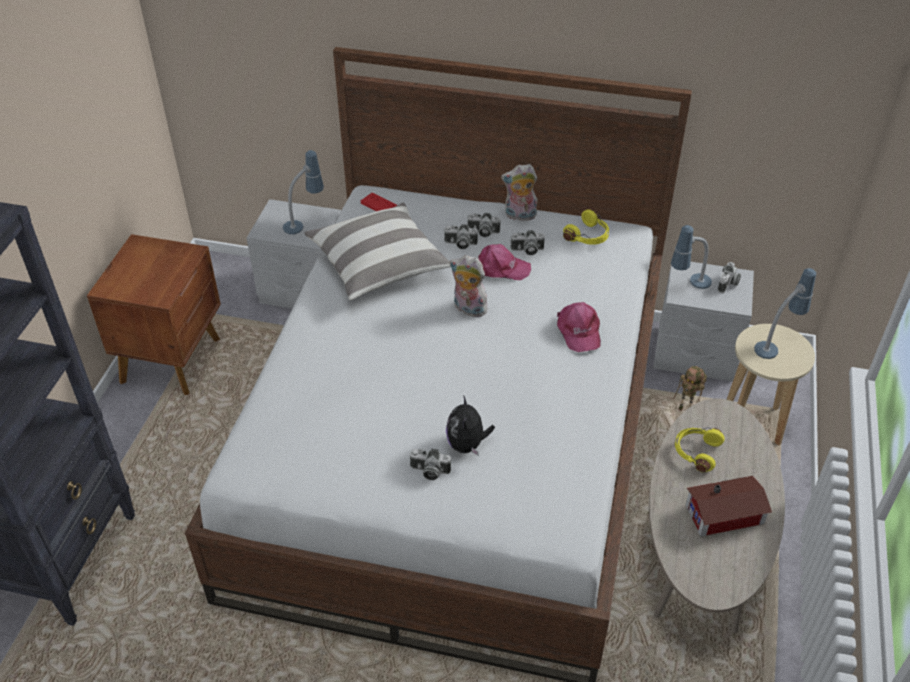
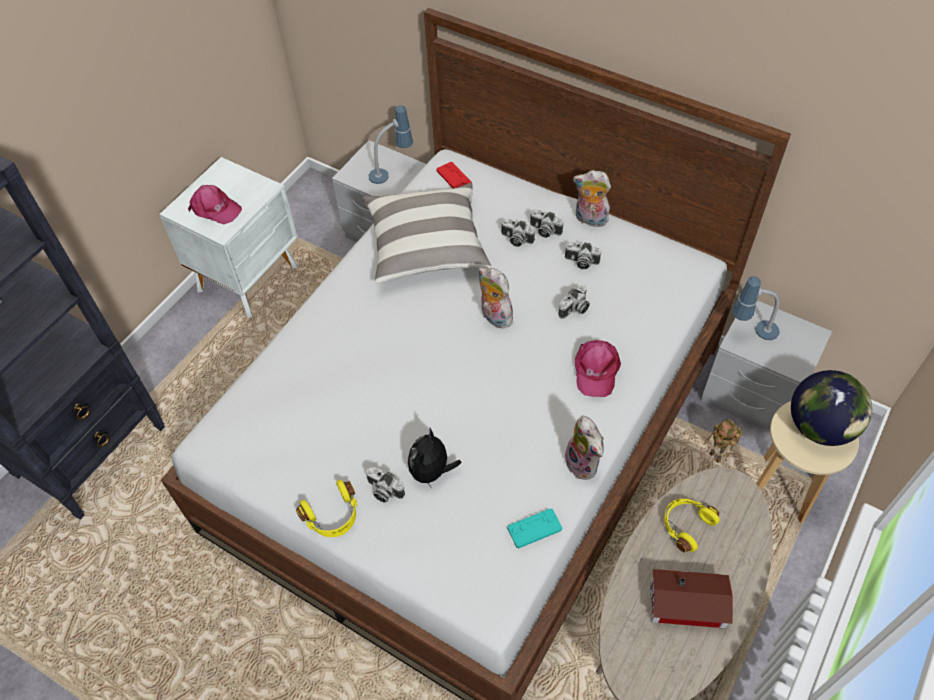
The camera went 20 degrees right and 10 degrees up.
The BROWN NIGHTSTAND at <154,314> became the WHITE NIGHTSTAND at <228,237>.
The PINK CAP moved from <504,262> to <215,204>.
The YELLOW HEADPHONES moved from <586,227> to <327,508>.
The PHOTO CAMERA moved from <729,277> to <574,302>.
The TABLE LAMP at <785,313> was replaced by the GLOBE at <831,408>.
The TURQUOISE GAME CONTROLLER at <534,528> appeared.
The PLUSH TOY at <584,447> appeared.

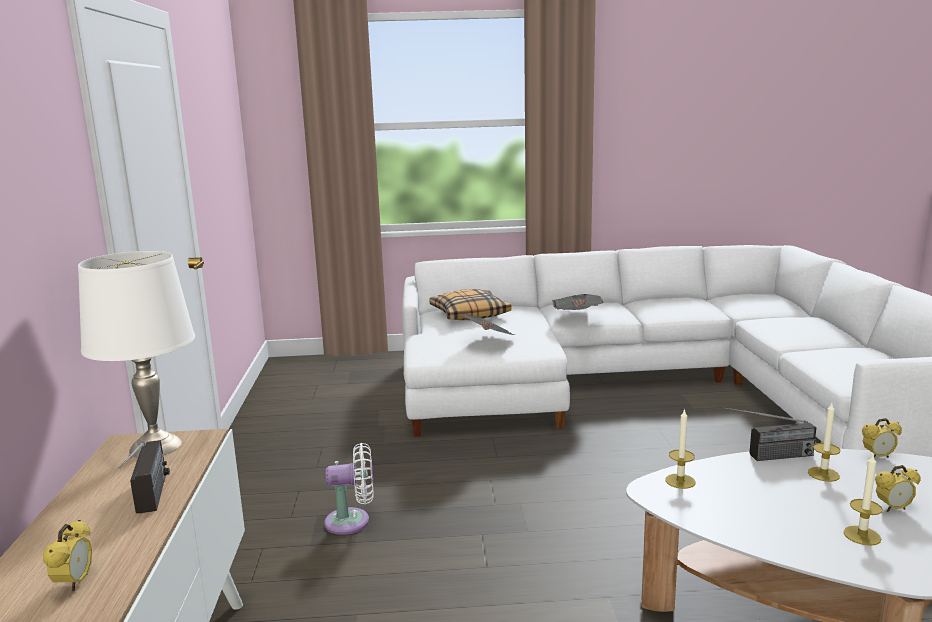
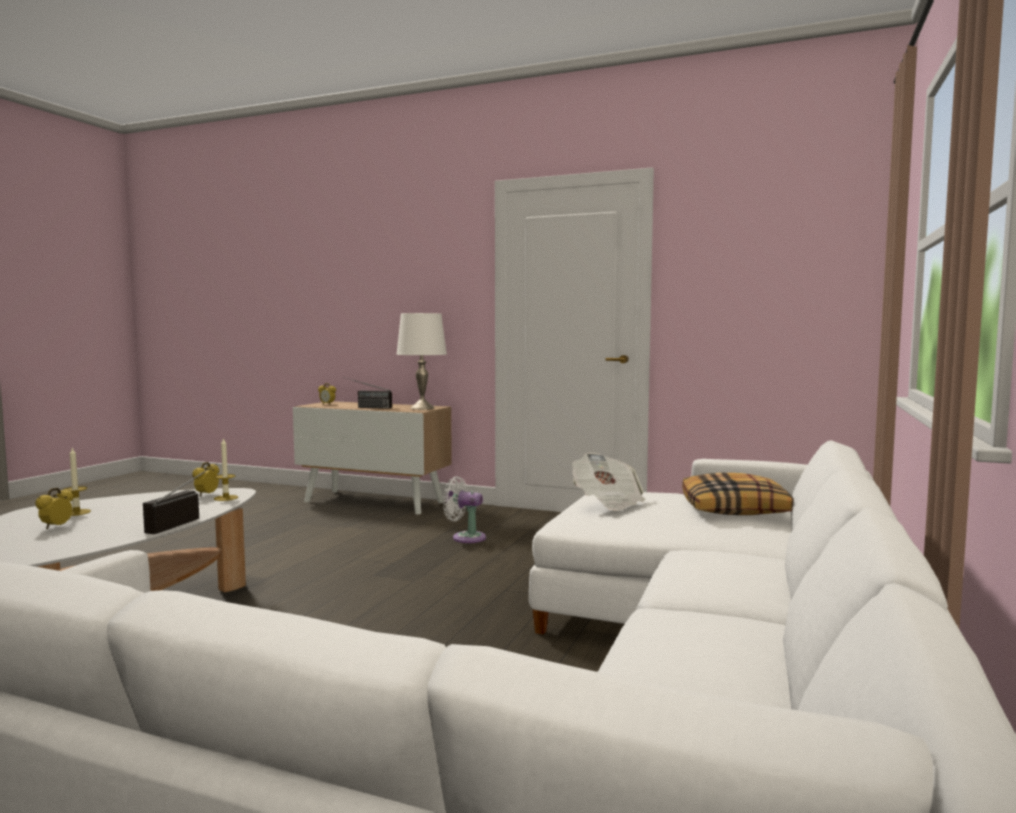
The camera went 115 degrees right and 10 degrees down.
The WHITE FAN at <349,489> turned 90 degrees clockwise.
The NEWSPAPER at <578,302> disappeared.
The CANDLE at <824,442> disappeared.
The ALARM CLOCK moved from <882,438> to <205,479>.

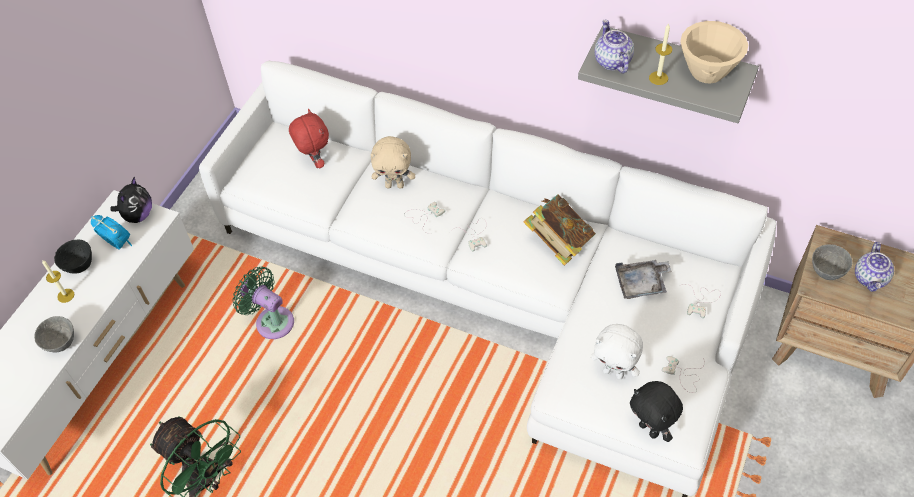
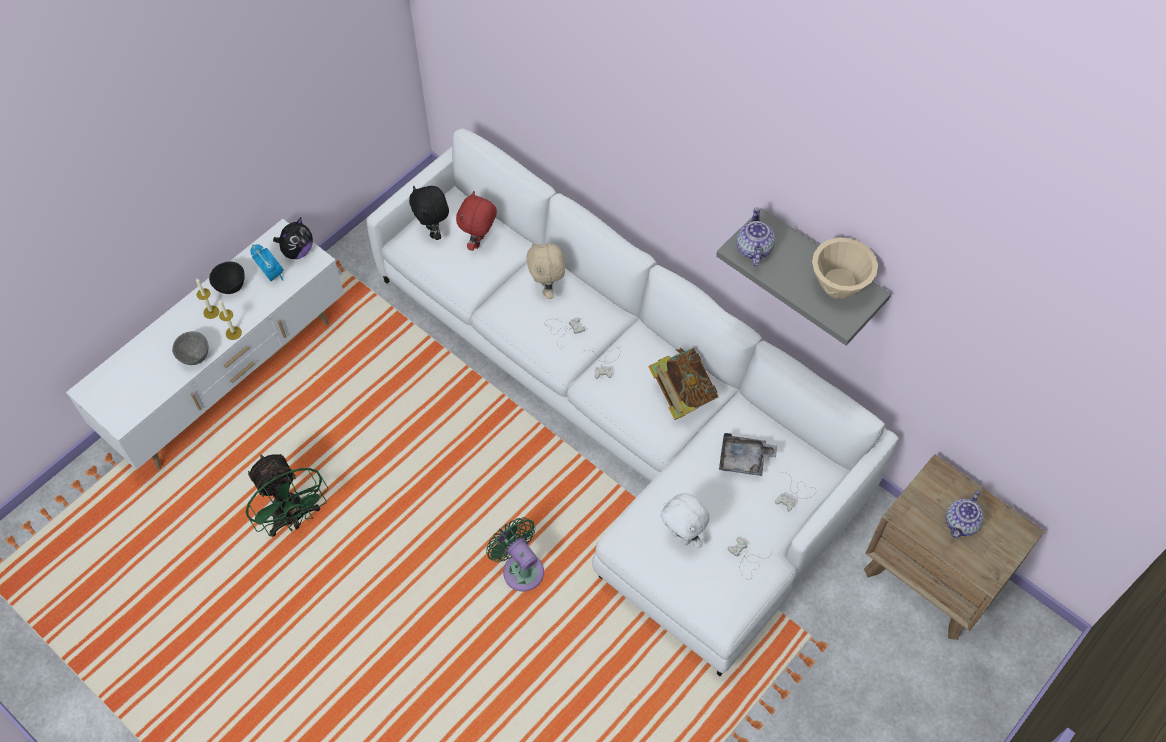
The camera went 15 degrees right and 5 degrees up.
The GREEN FAN moved from <263,303> to <515,554>.
The RED PLUSH TOY at <309,138> turned 150 degrees counterclockwise.
The BEIGE PLUSH TOY at <392,162> turned 60 degrees clockwise.
The BLACK PLUSH TOY moved from <656,411> to <429,213>.
The CANDLE moved from <660,54> to <230,320>.
The GREY BOWL at <832,262> disappeared.

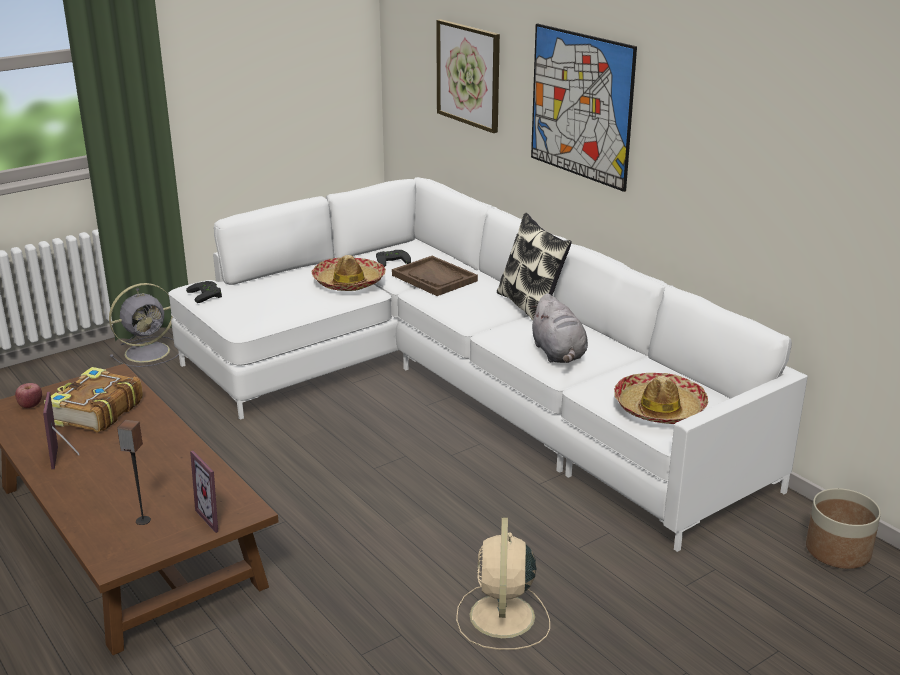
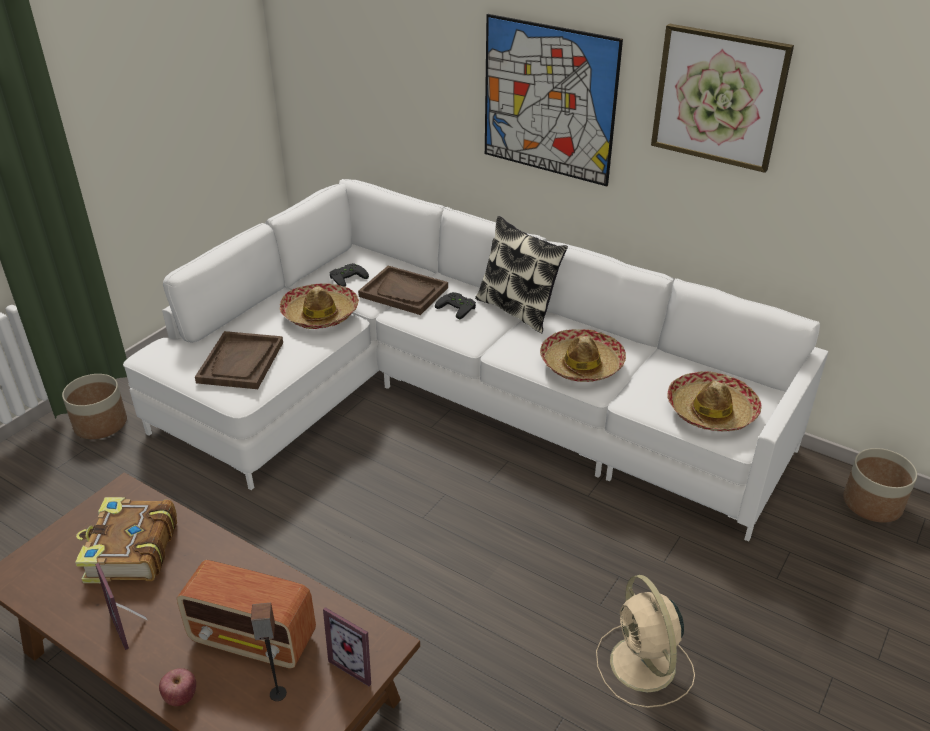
The camera went 20 degrees left and 10 degrees up.
The APPLE moved from <28,395> to <177,687>.
The GREY FAN at <144,325> was replaced by the PLANTER at <94,406>.
The BLACK GAME CONTROLLER moved from <204,292> to <455,305>.
The PICTURE moved from <468,76> to <722,98>.
The GREY PLUSH TOY at <559,328> was replaced by the HAT at <583,355>.
The RADIO at <246,614> appeared.
The BROWN TRAY at <239,360> appeared.

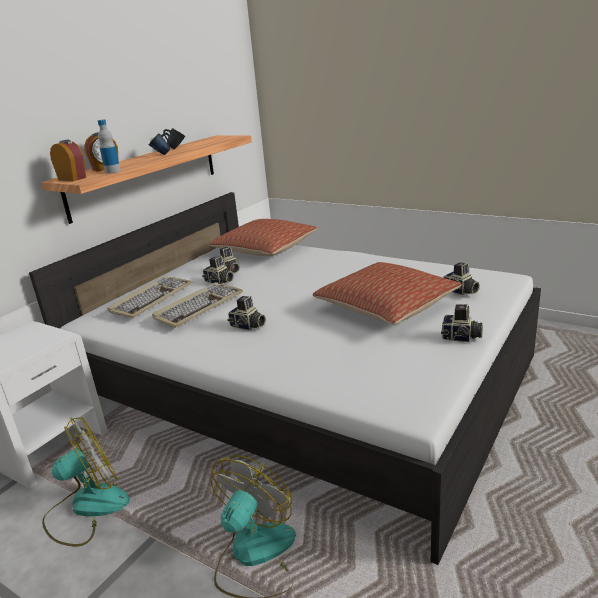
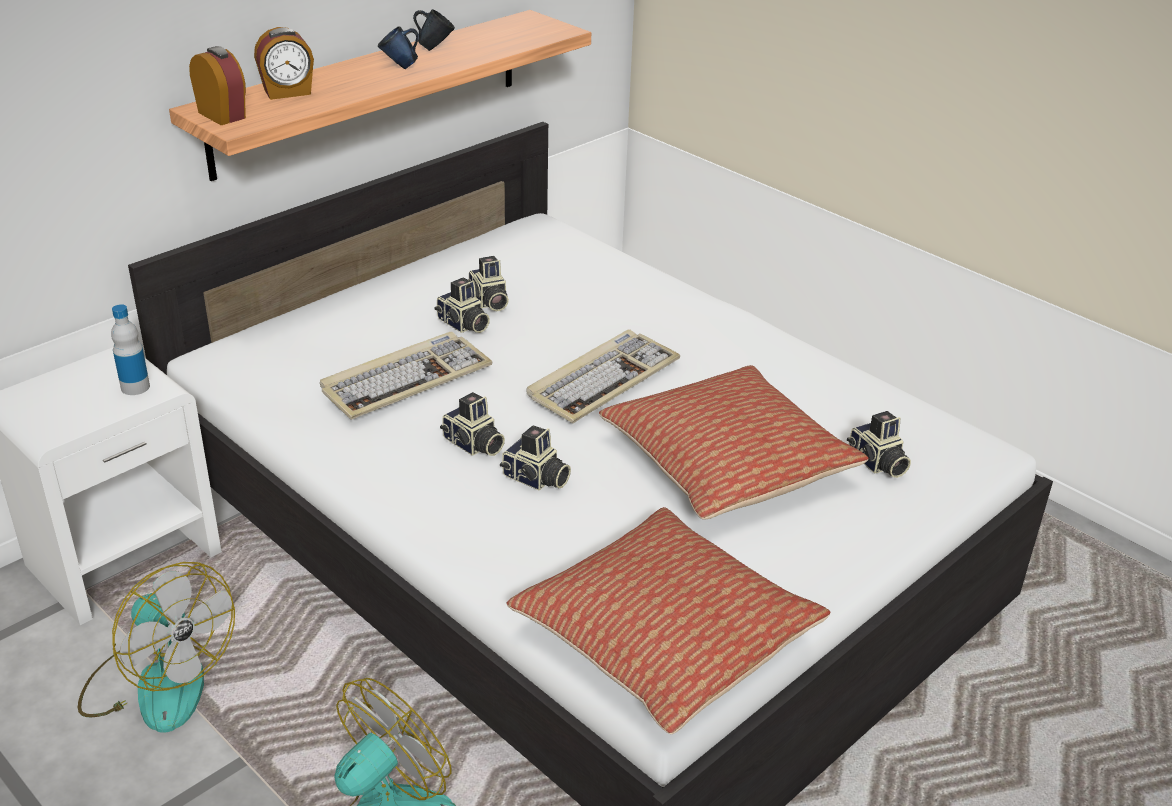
The camera went 10 degrees right and 10 degrees up.
The FAN at <86,481> turned 60 degrees clockwise.
The BOTTLE moved from <109,147> to <130,349>.
The KEYBOARD moved from <149,297> to <603,376>.
The PILLOW moved from <263,237> to <669,620>.
The PHOTO CAMERA moved from <462,322> to <535,457>.

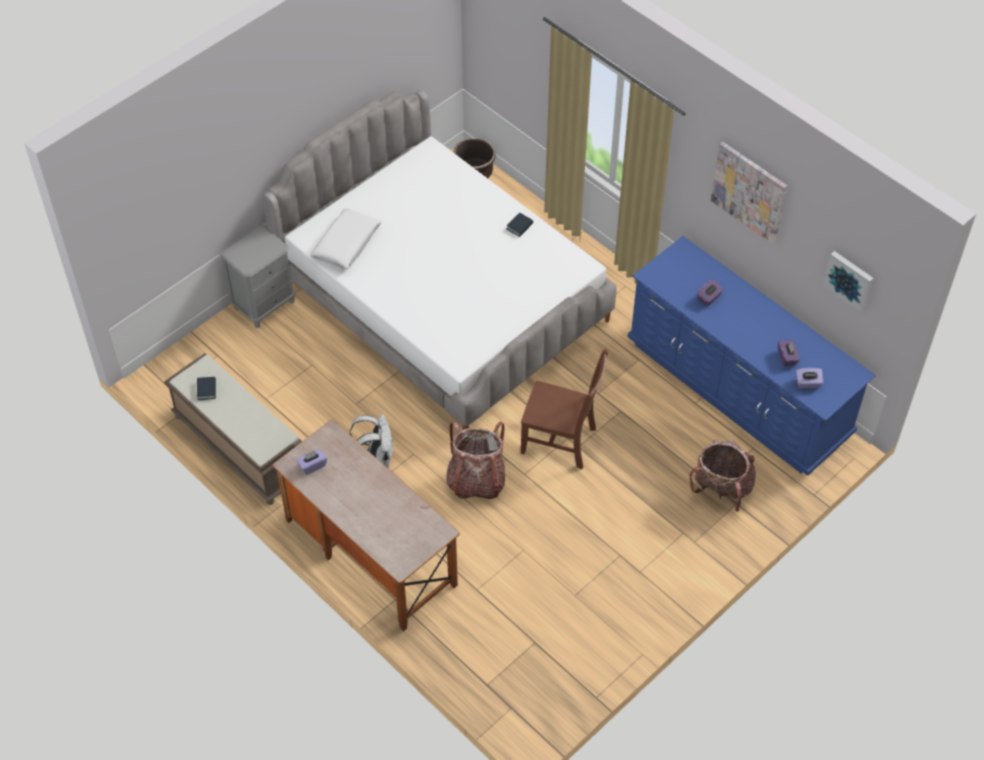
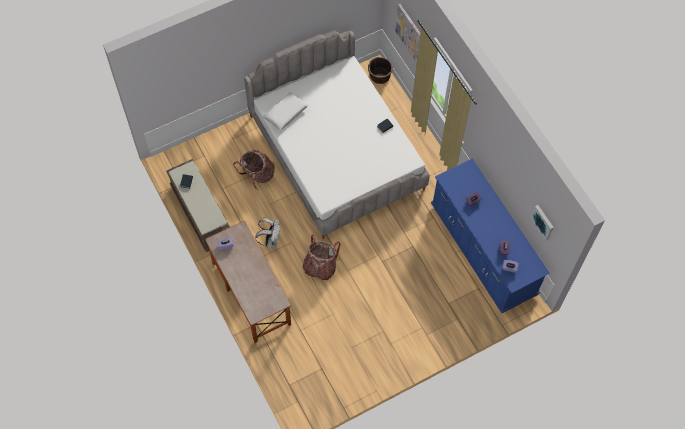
The camera went 15 degrees right and 10 degrees up.
The GREY NIGHTSTAND at <257,276> disappeared.
The BROWN CHAIR at <564,409> disappeared.
The BACKPACK moved from <722,476> to <254,169>.
The PICTURE moved from <749,193> to <407,33>.

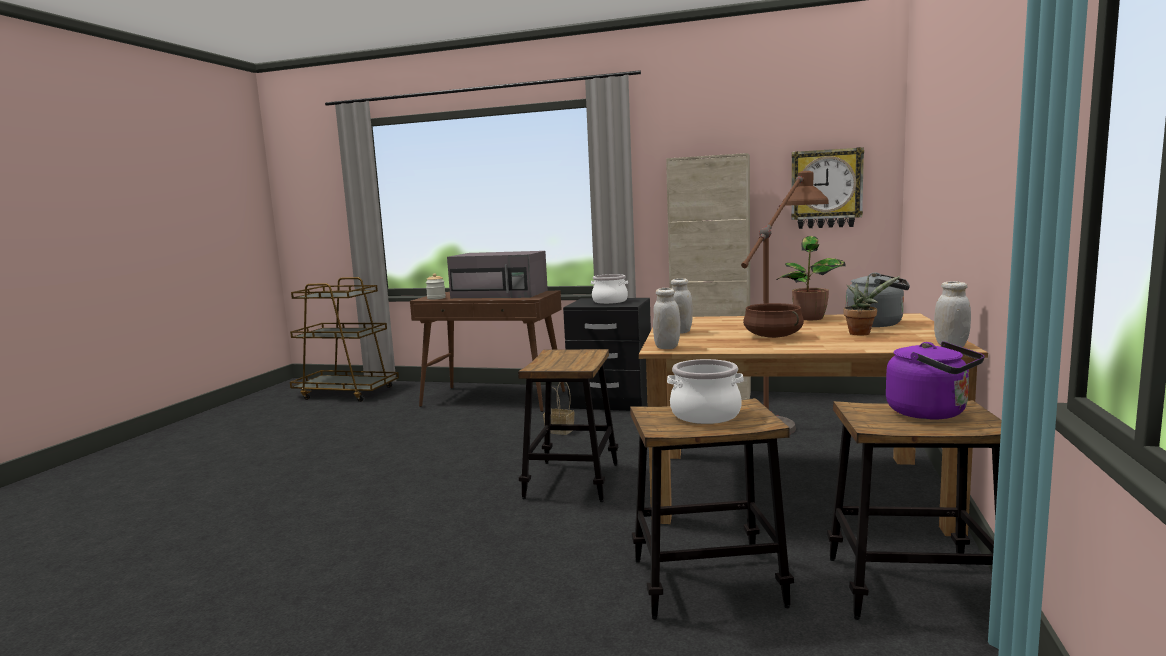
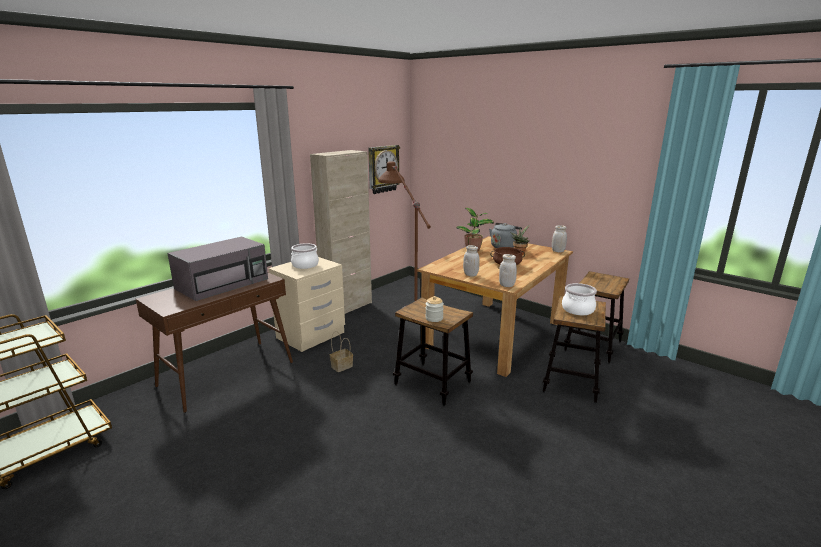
The camera went 65 degrees left and 10 degrees up.
The JAR moved from <436,286> to <434,309>.
The BLACK NIGHTSTAND at <607,354> became the BEIGE NIGHTSTAND at <306,304>.
The PURPLE KETTLE at <935,380> disappeared.

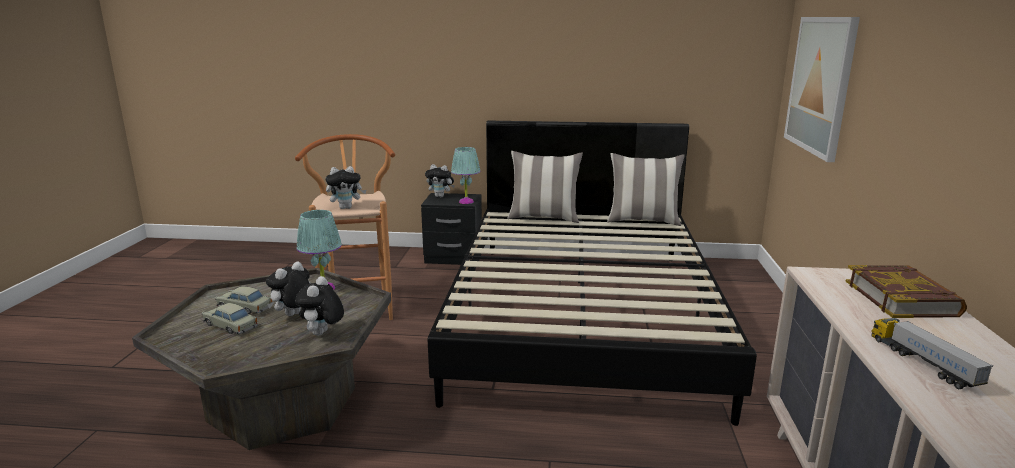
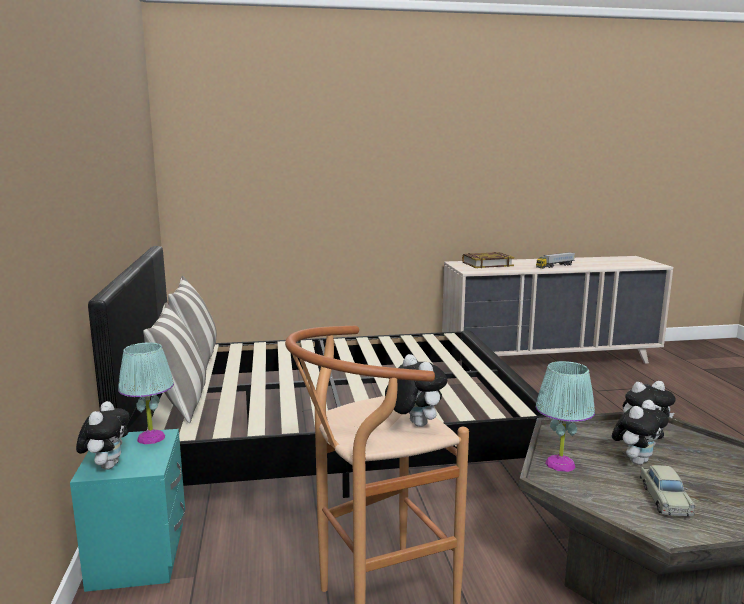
The camera went 105 degrees left and 5 degrees down.
The BEIGE TOY CAR at <230,318> disappeared.
The PLUSH TOY at <288,289> turned 60 degrees counterclockwise.
The BLACK NIGHTSTAND at <451,229> became the TURQUOISE NIGHTSTAND at <127,510>.
The PICTURE at <822,89> disappeared.

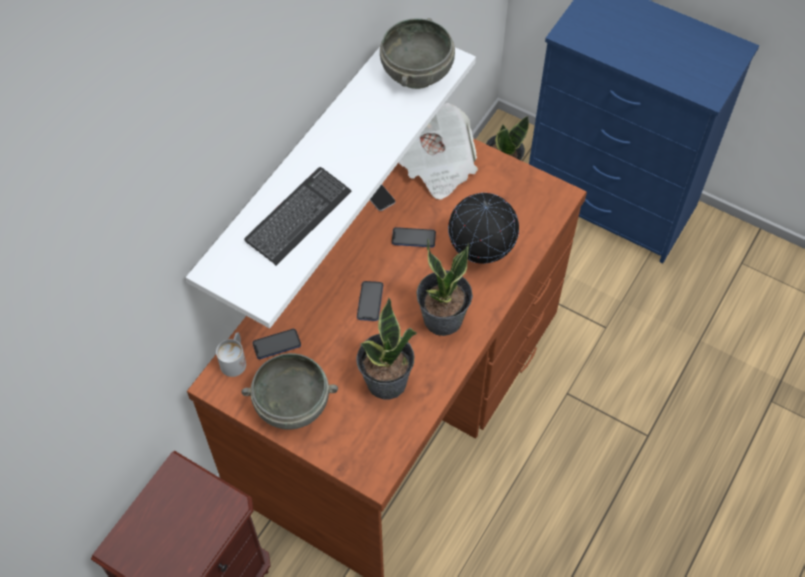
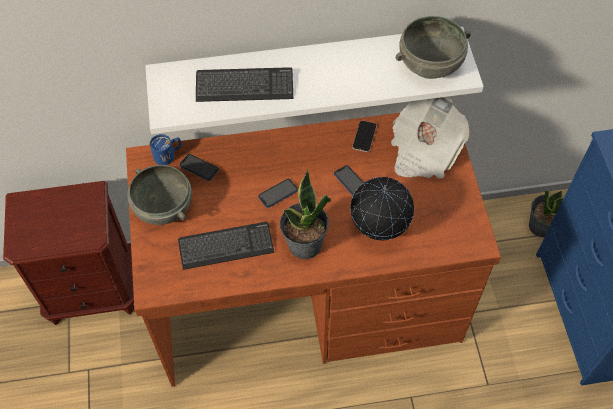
The camera went 50 degrees right and 0 degrees up.
The WHITE MUG at <231,354> became the BLUE MUG at <165,149>.
The POTTED PLANT at <386,348> was replaced by the KEYBOARD at <226,246>.

